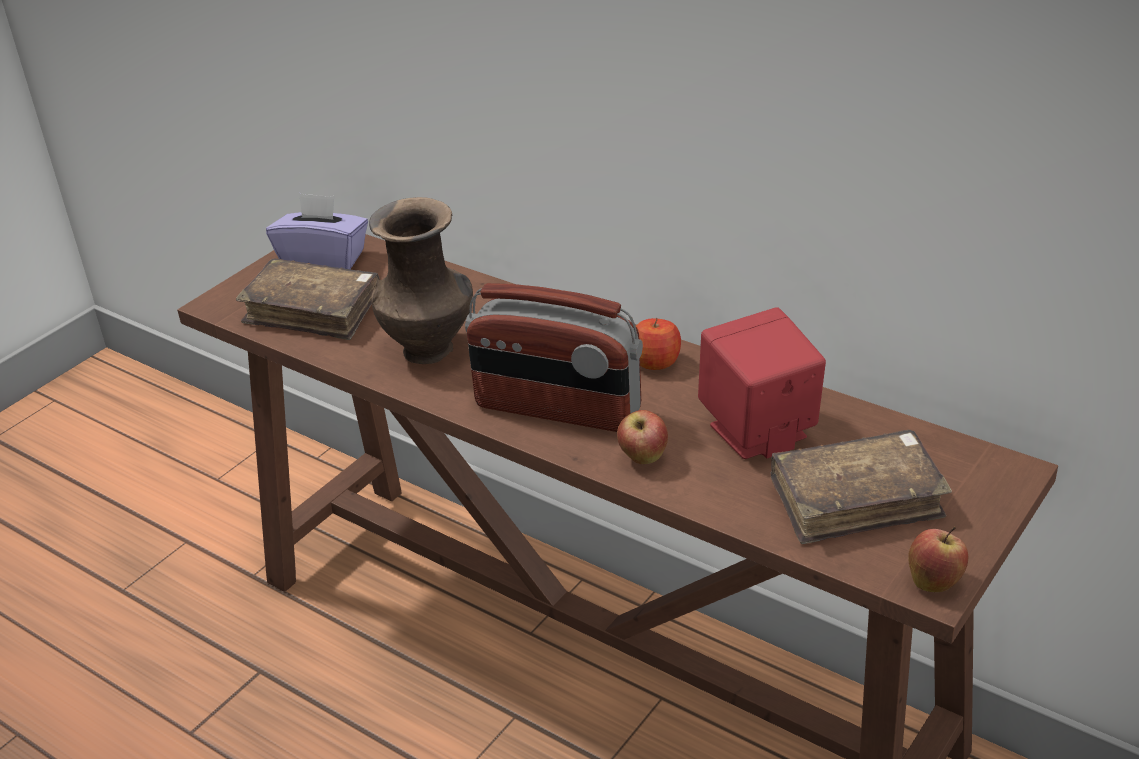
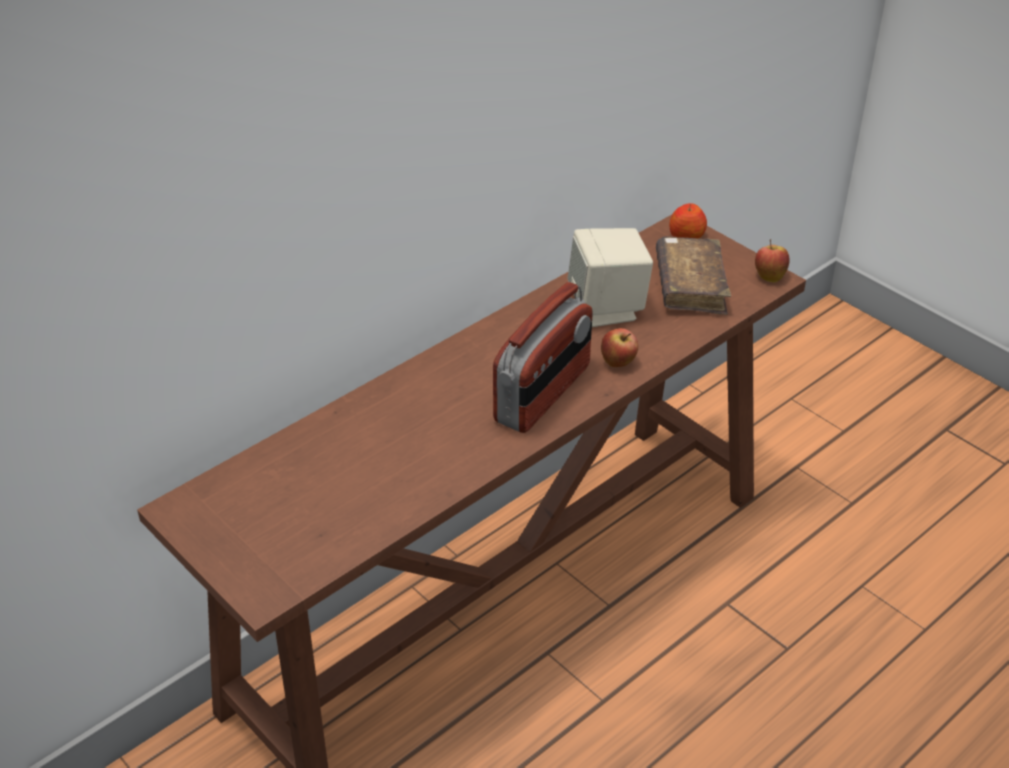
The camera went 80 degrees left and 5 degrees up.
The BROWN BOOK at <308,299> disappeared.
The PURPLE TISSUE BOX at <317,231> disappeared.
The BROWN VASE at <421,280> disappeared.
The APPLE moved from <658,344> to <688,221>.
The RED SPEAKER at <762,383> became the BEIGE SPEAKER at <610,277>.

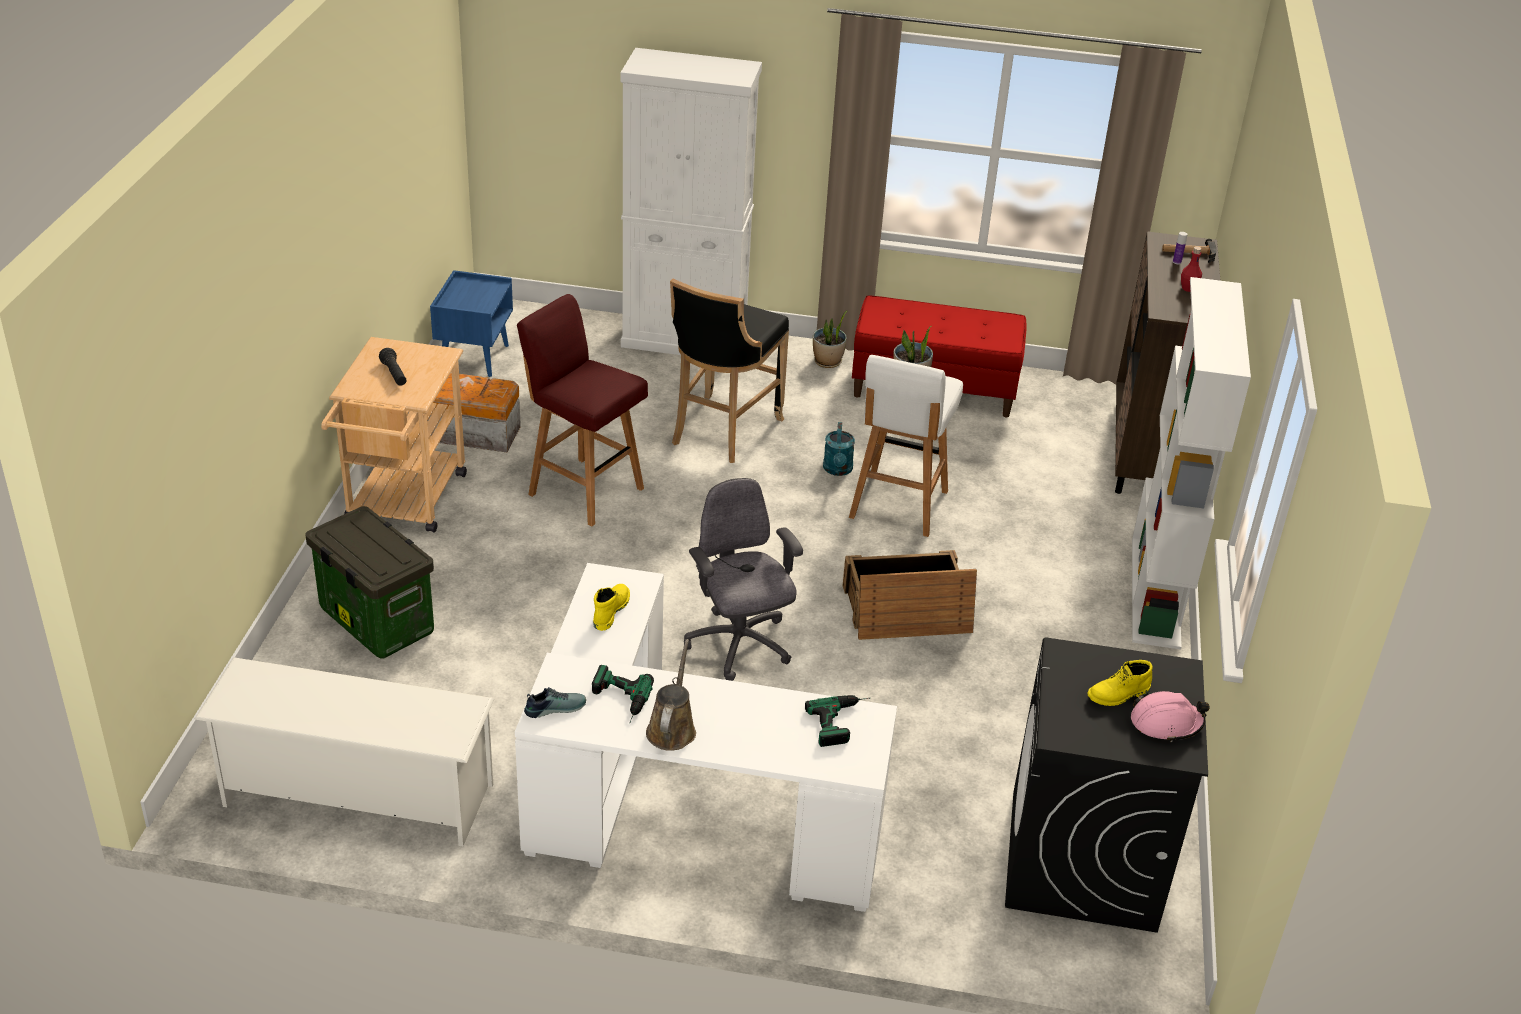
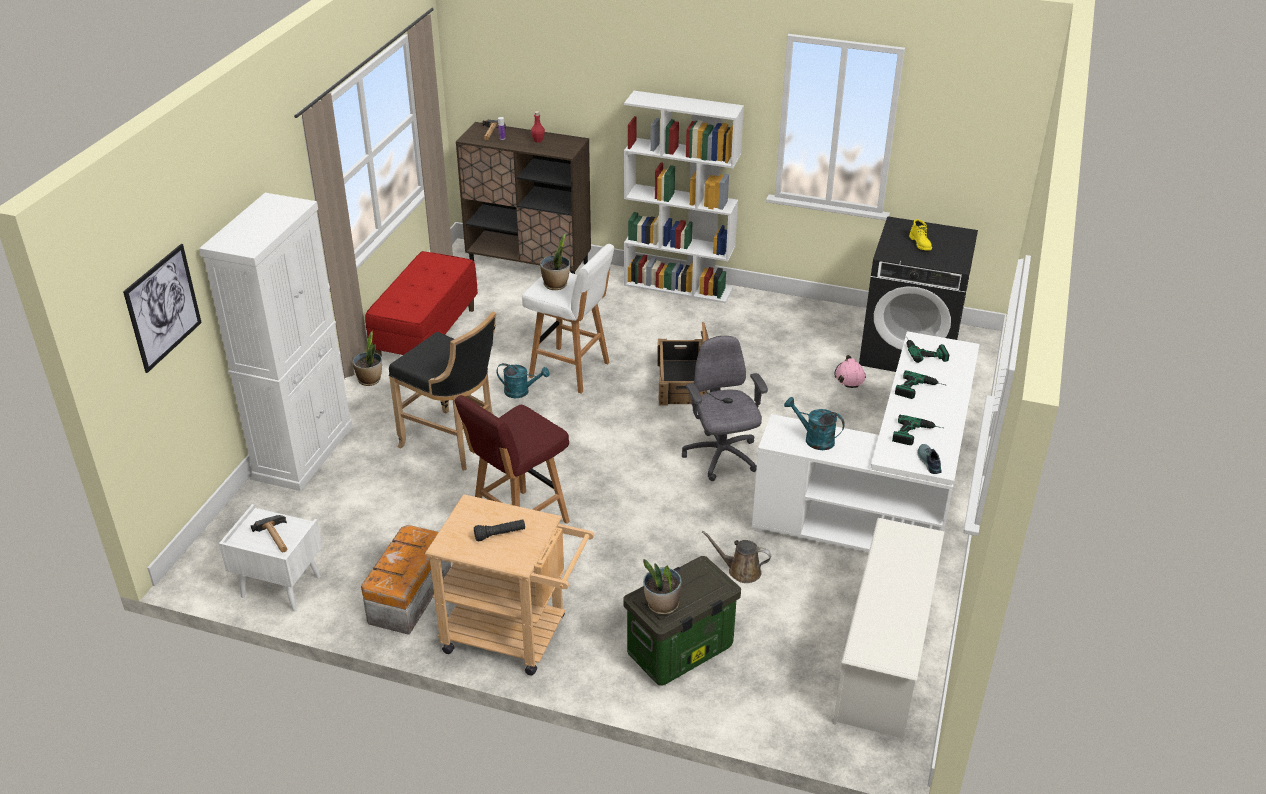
The camera went 80 degrees left and 0 degrees up.
The BLUE NIGHTSTAND at <471,323> became the WHITE NIGHTSTAND at <270,557>.
The YELLOW BOOT at <611,607> was replaced by the TURQUOISE WATERING CAN at <814,423>.
The BROWN WATERING CAN moved from <671,695> to <736,557>.
The GREY OFFICE CHAIR at <743,579> turned 90 degrees clockwise.
The PINK HARD HAT moved from <1170,716> to <850,371>.
The PICTURE at <162,308> appeared.
The HAMMER at <269,533> appeared.
The POTTED PLANT at <662,587> appeared.
The POWER DRILL at <919,384> appeared.

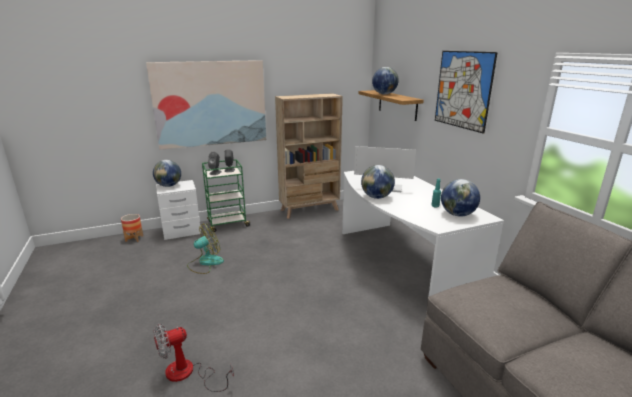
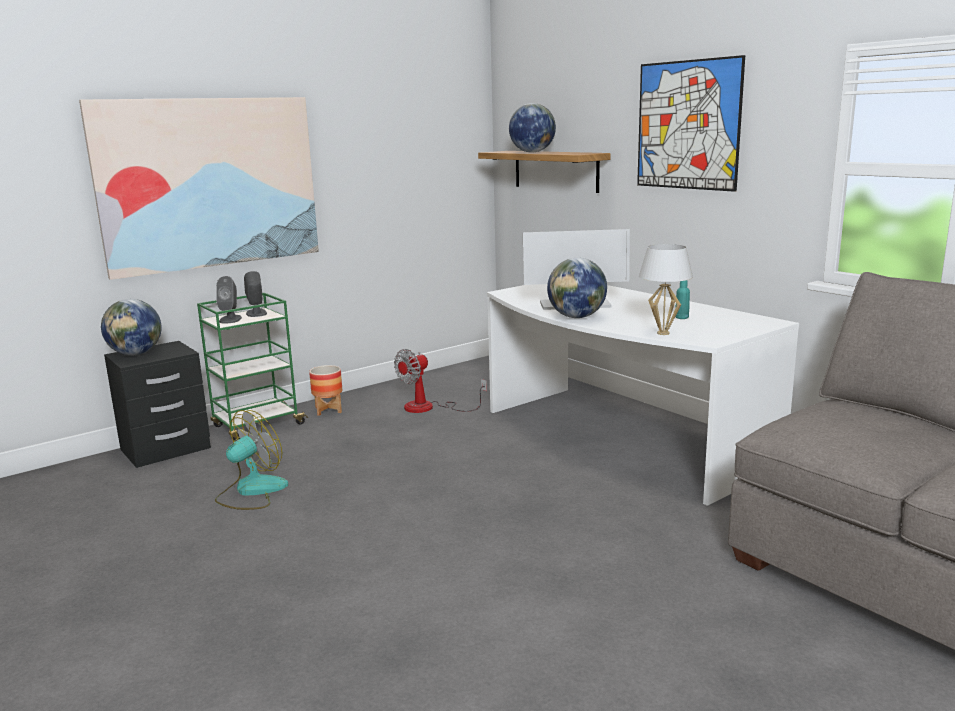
The camera went 15 degrees left and 5 degrees down.
The PLANTER moved from <132,228> to <325,390>.
The FAN moved from <194,358> to <440,381>.
The WHITE NIGHTSTAND at <178,210> became the BLACK NIGHTSTAND at <157,404>.
The BEIGE BOOKCASE at <309,156> disappeared.
The GLOBE at <460,198> disappeared.
The WHITE TABLE LAMP at <666,289> appeared.

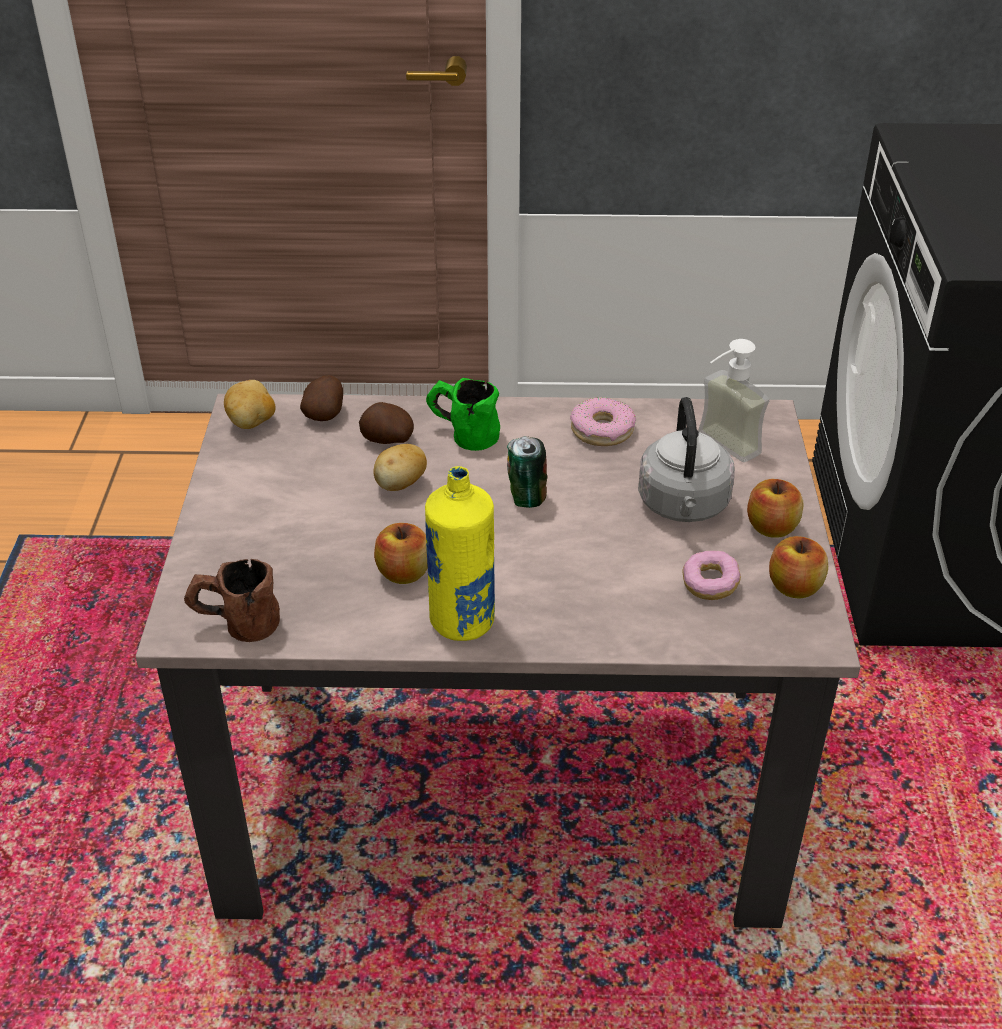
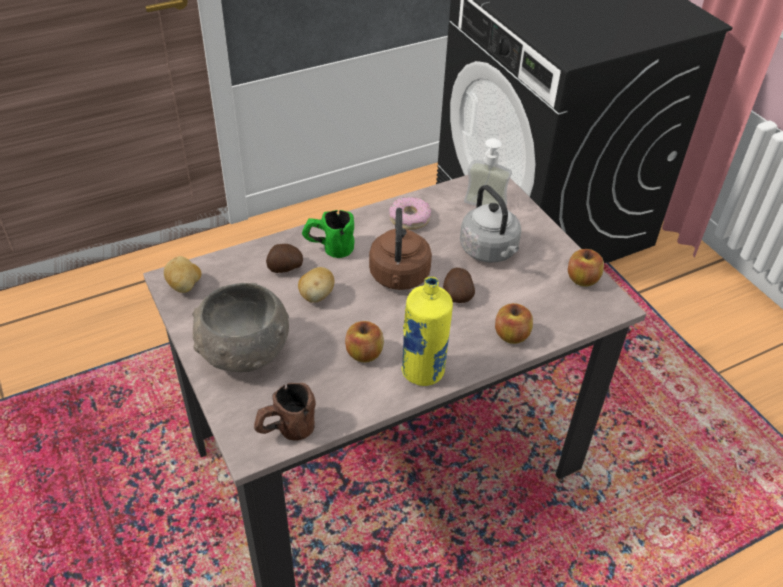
The camera went 30 degrees left and 5 degrees up.
The POTATO moved from <321,398> to <459,285>.
The CAN at <527,472> was replaced by the BROWN KETTLE at <400,249>.
The DONUT at <712,575> disappeared.
The APPLE moved from <775,508> to <514,323>.
The GREY BOWL at <240,327> appeared.

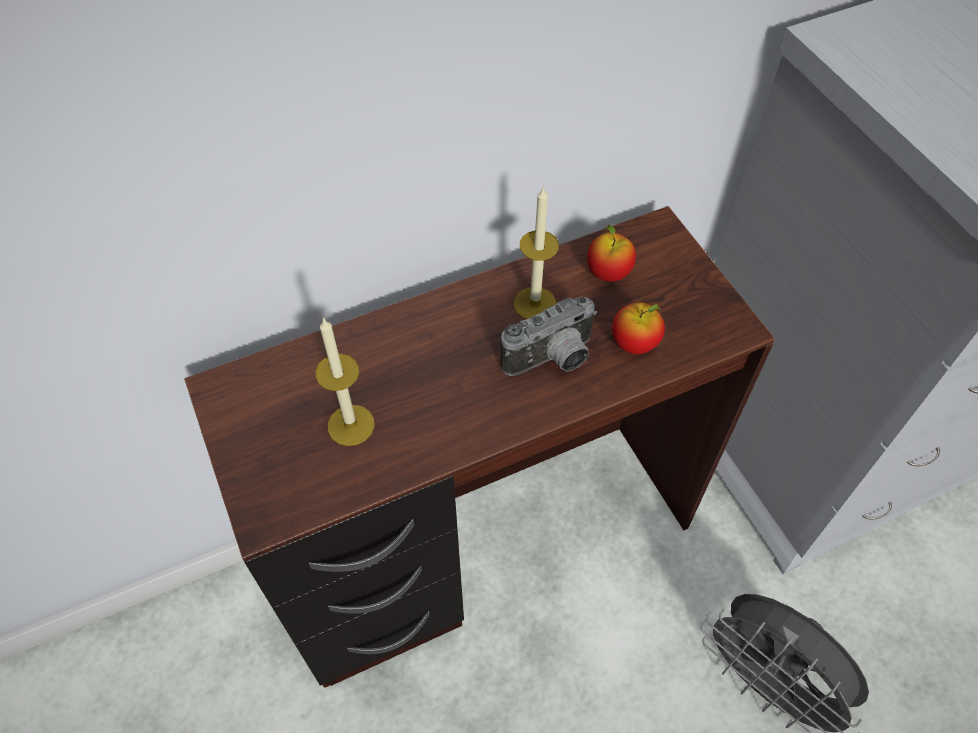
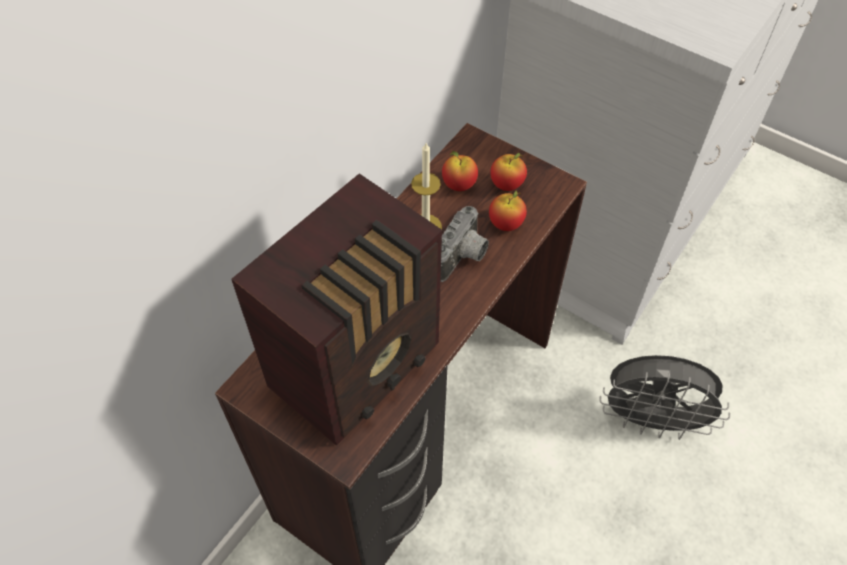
The camera went 30 degrees left and 0 degrees up.
The CANDLE at <345,381> was replaced by the RADIO at <336,309>.
The APPLE at <508,172> appeared.

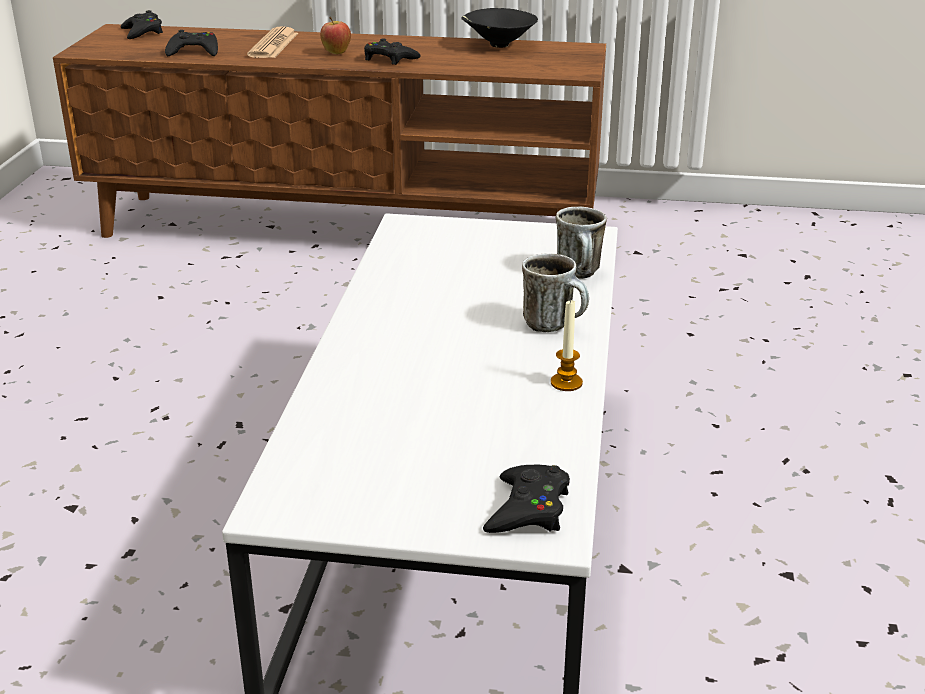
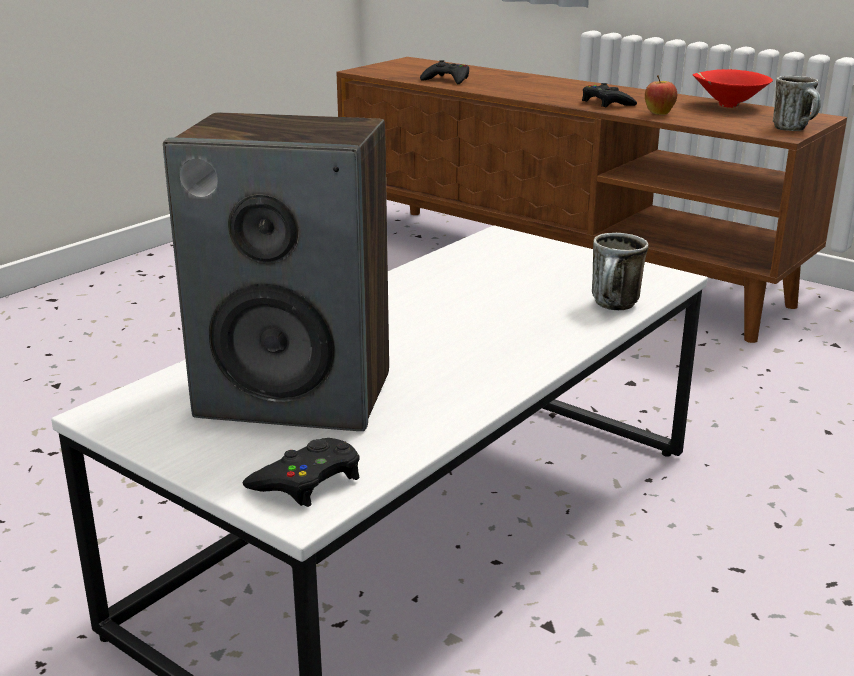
The camera went 30 degrees right and 5 degrees down.
The BLACK GAME CONTROLLER at <141,24> disappeared.
The NEWSPAPER at <272,42> disappeared.
The APPLE moved from <335,35> to <661,95>.
The BLACK BOWL at <499,28> became the RED BOWL at <733,88>.
The MUG moved from <555,292> to <797,103>.
The CANDLE at <567,345> disappeared.
The SPEAKER at <276,272> appeared.

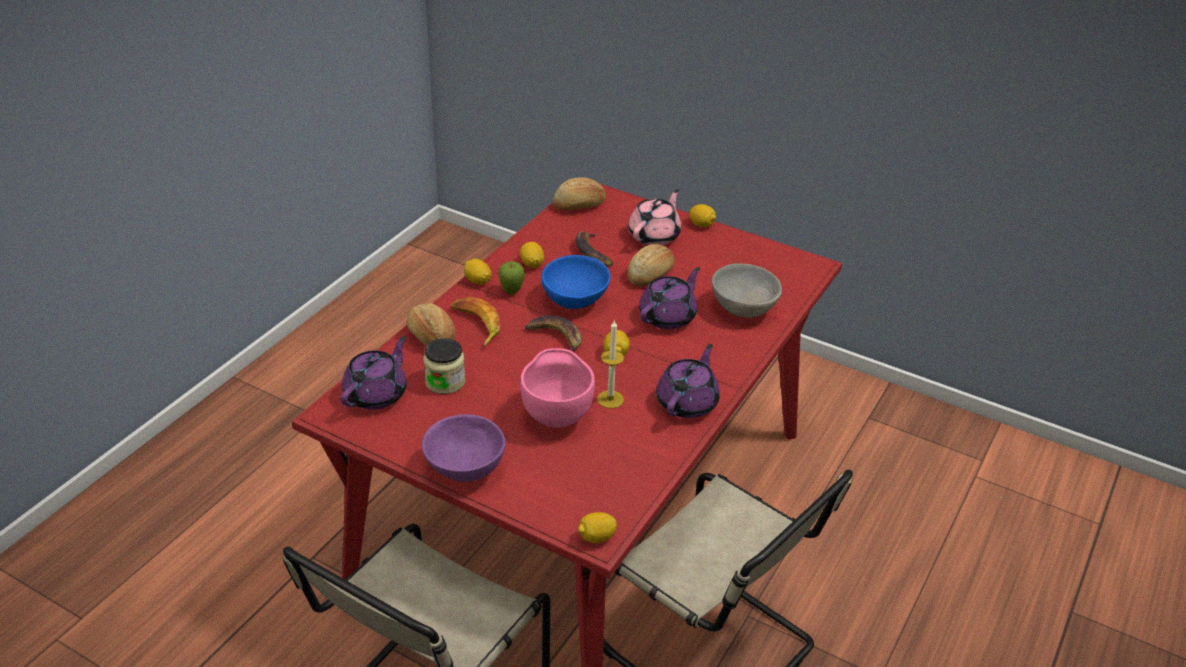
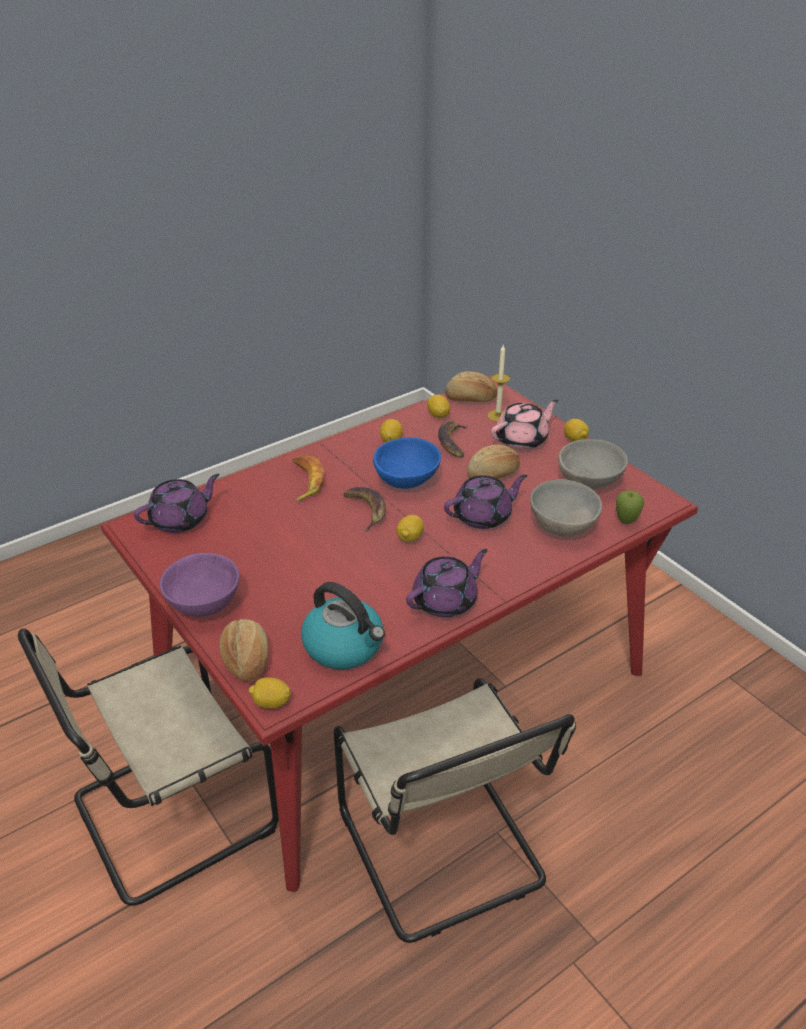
The camera went 25 degrees right and 0 degrees up.
The BREAD moved from <431,324> to <243,650>.
The JAR at <444,366> disappeared.
The LEMON moved from <478,271> to <438,406>.
The APPLE moved from <511,278> to <630,507>.
The PINK BOWL at <557,388> disappeared.
The CANDLE moved from <610,363> to <499,383>.
The KETTLE at <343,625> appeared.
The GREY BOWL at <593,464> appeared.

